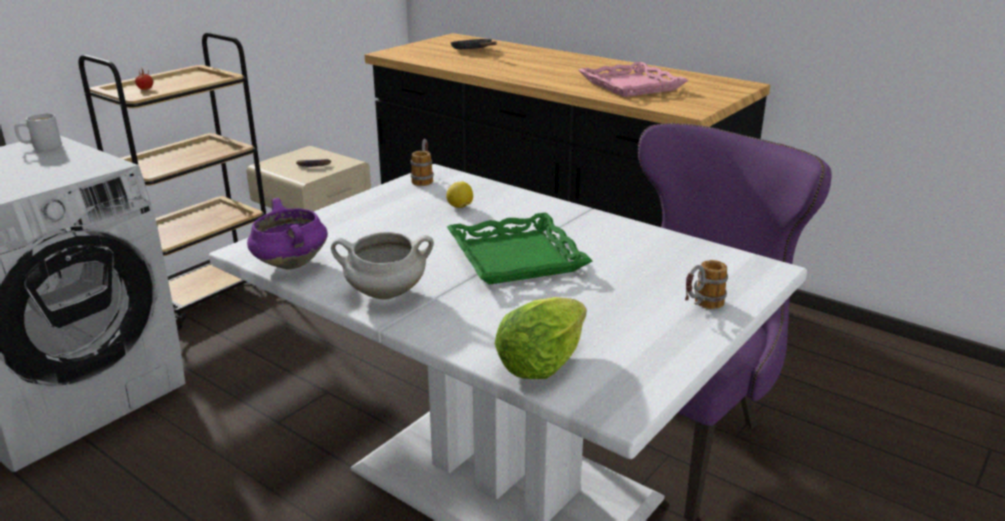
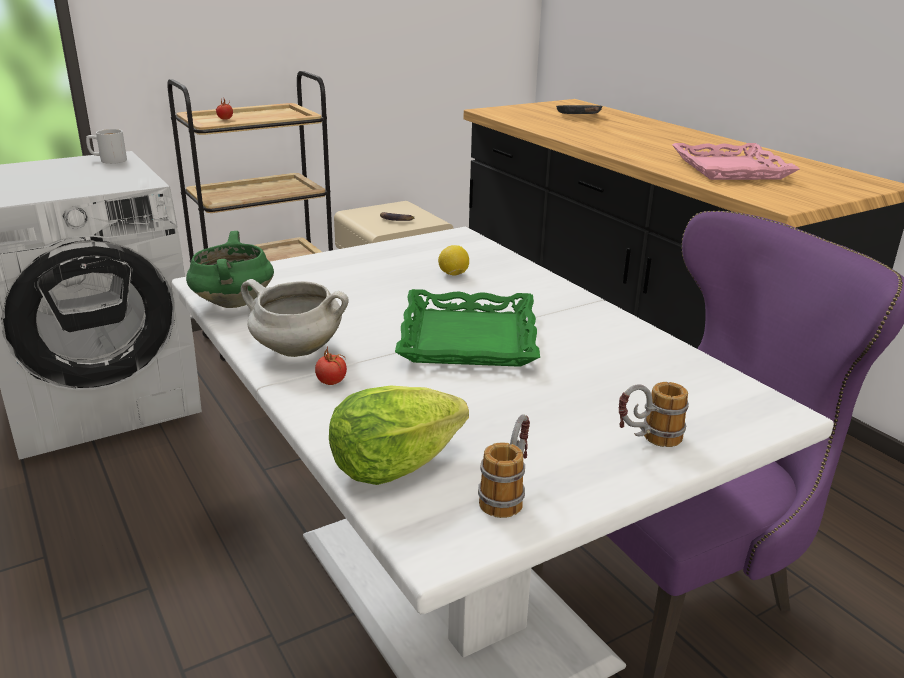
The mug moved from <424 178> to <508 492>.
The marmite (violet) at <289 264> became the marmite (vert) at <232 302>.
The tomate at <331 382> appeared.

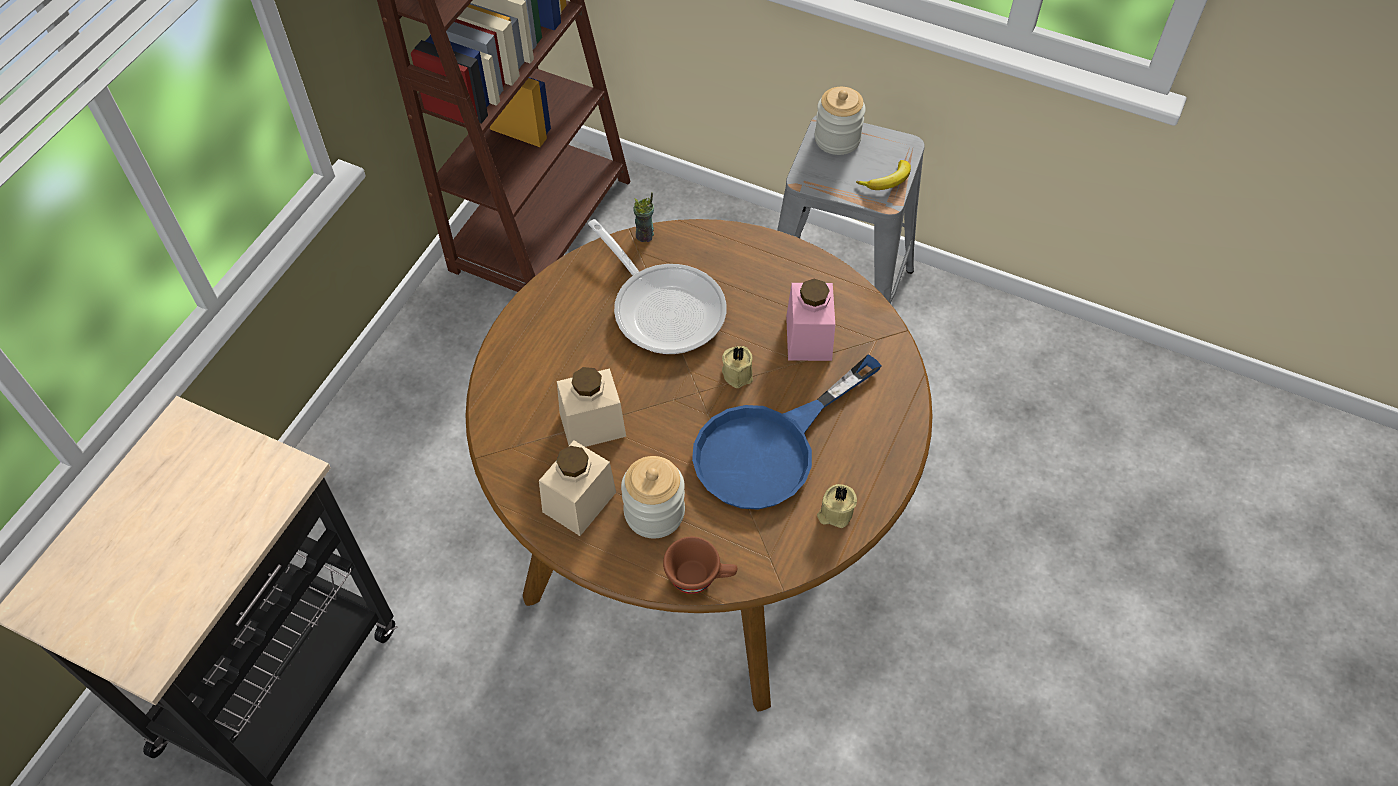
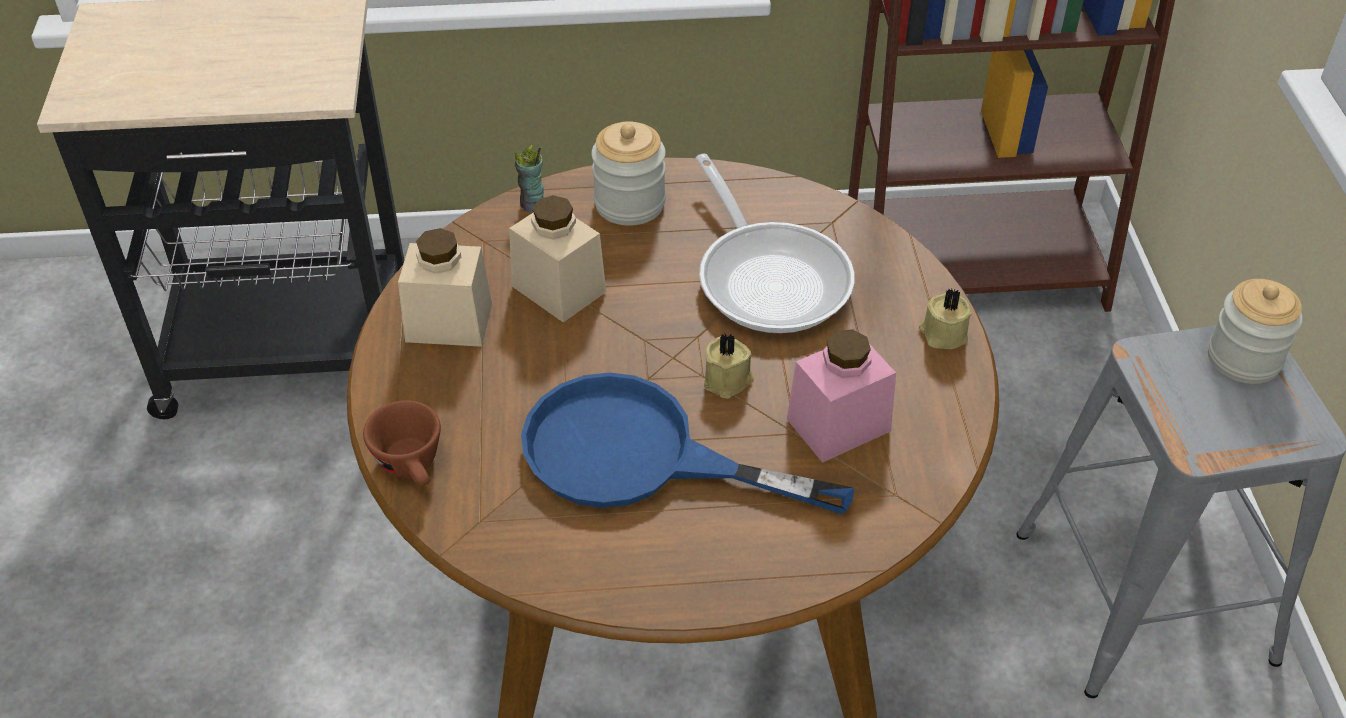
The banane at <887 181> disappeared.
The tasse moved from <645 235> to <532 205>.
The poêle at <664 307> turned 45 degrees counterclockwise.
The bocal moved from <654 512> to <629 203>.
The bougie (beige) moved from <835 513> to <942 334>.

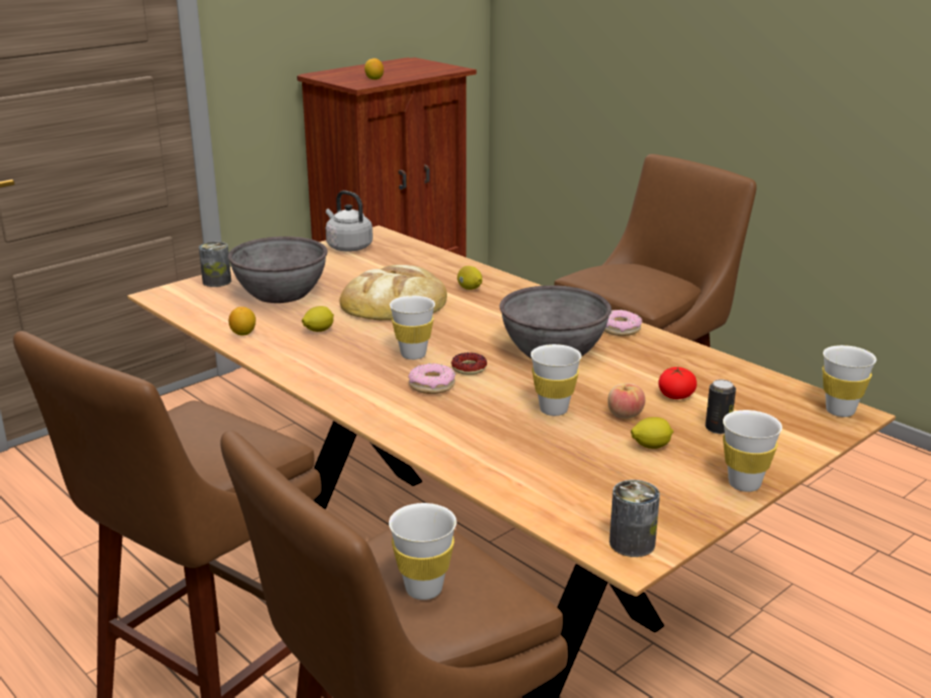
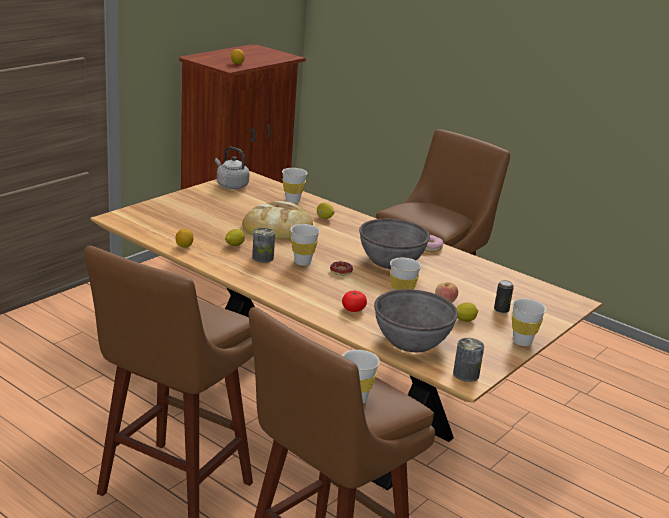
The bol (gris) moved from <280 293> to <411 341>.
The boîte métallique moved from <217 281> to <263 258>.
The tasse (blanc) moved from <840 411> to <292 201>.
The beignet at <432 385> disappeared.
The tomate moved from <676 395> to <353 309>.

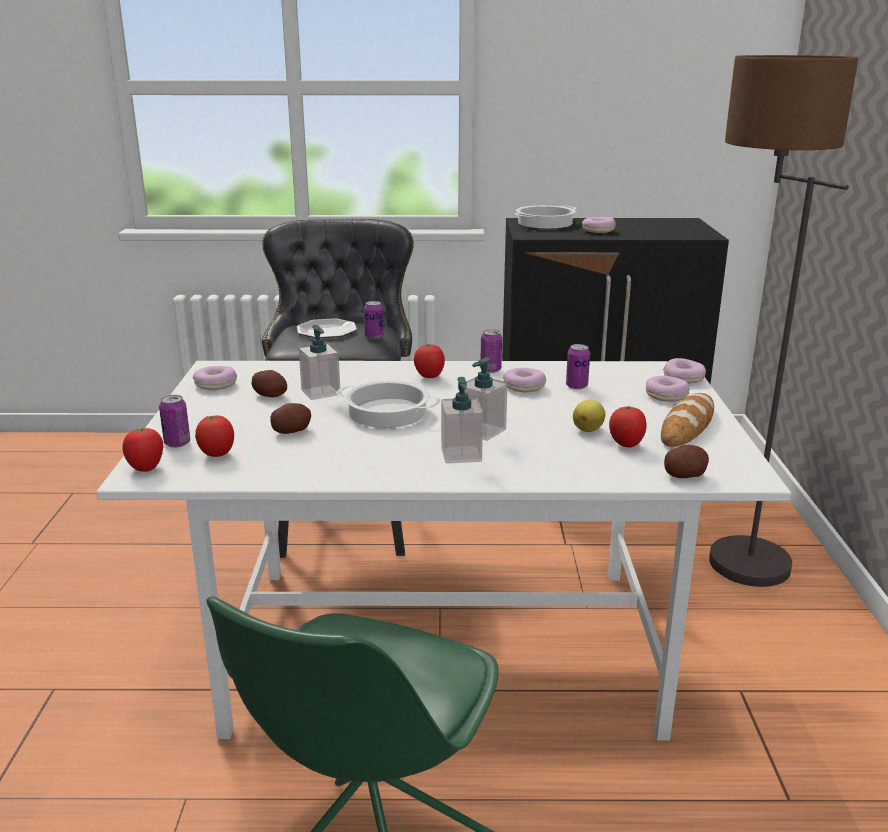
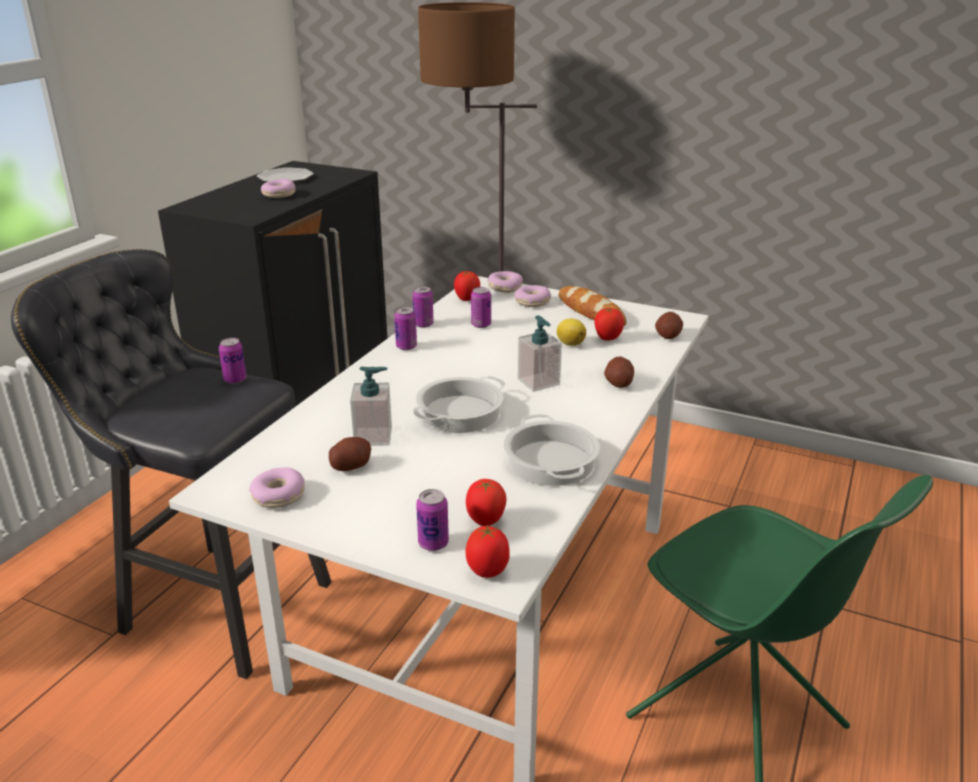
The marmite moved from <545 223> to <552 462>.
The assiette moved from <326 331> to <285 178>.
The tomate moved from <429 377> to <466 299>.
The beignet at <524 387> disappeared.
The distributeur de savon at <461 455> disappeared.
The pomme de terre moved from <291 431> to <618 383>.
The boîte métallique at <423 324> appeared.

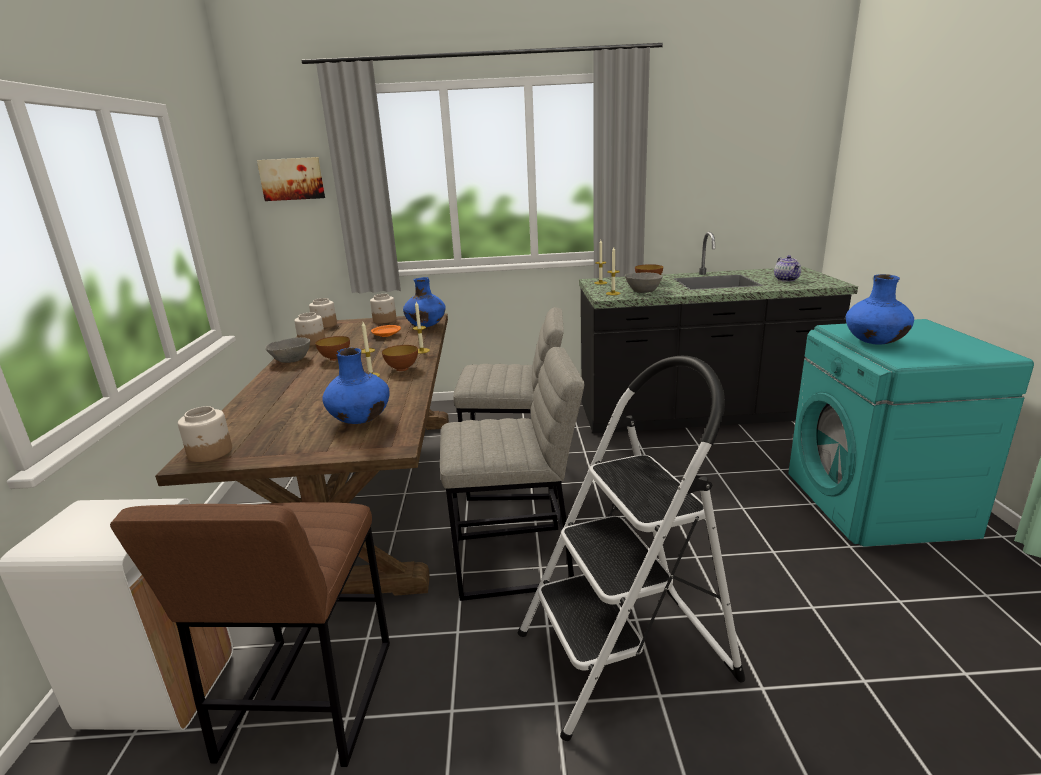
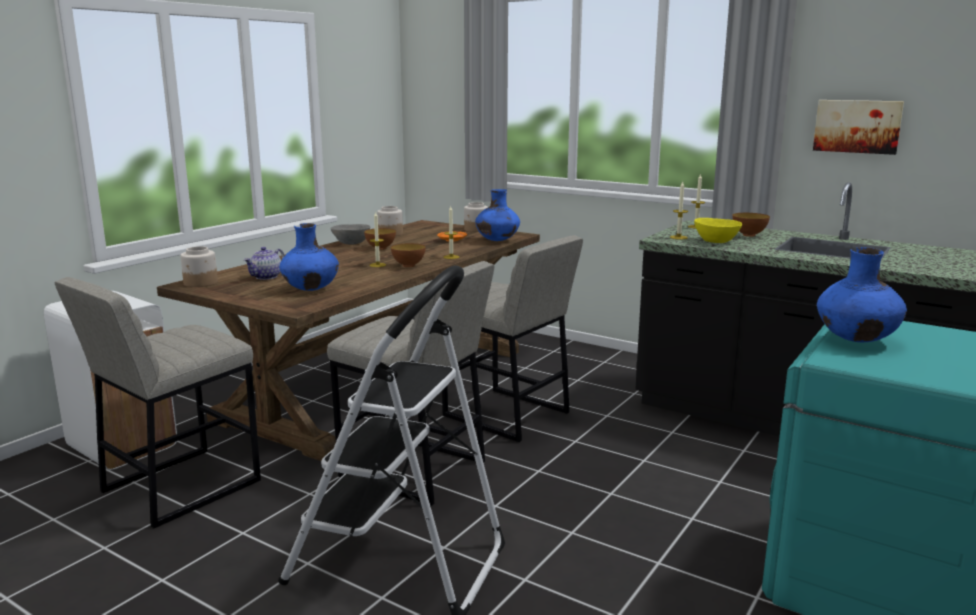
The tableau moved from <292 179> to <857 126>.
The théière moved from <786 279> to <266 277>.
The bol (gris) at <643 291> became the bol (jaune) at <716 241>.
The bocal at <324 325> disappeared.
The chaise (marron) at <307 702> became the chaise (gris) at <178 487>.

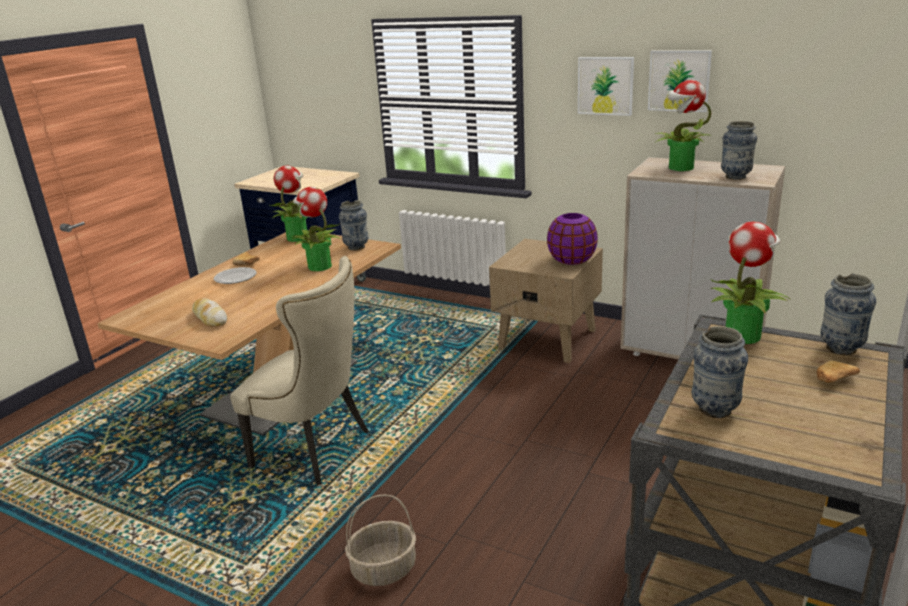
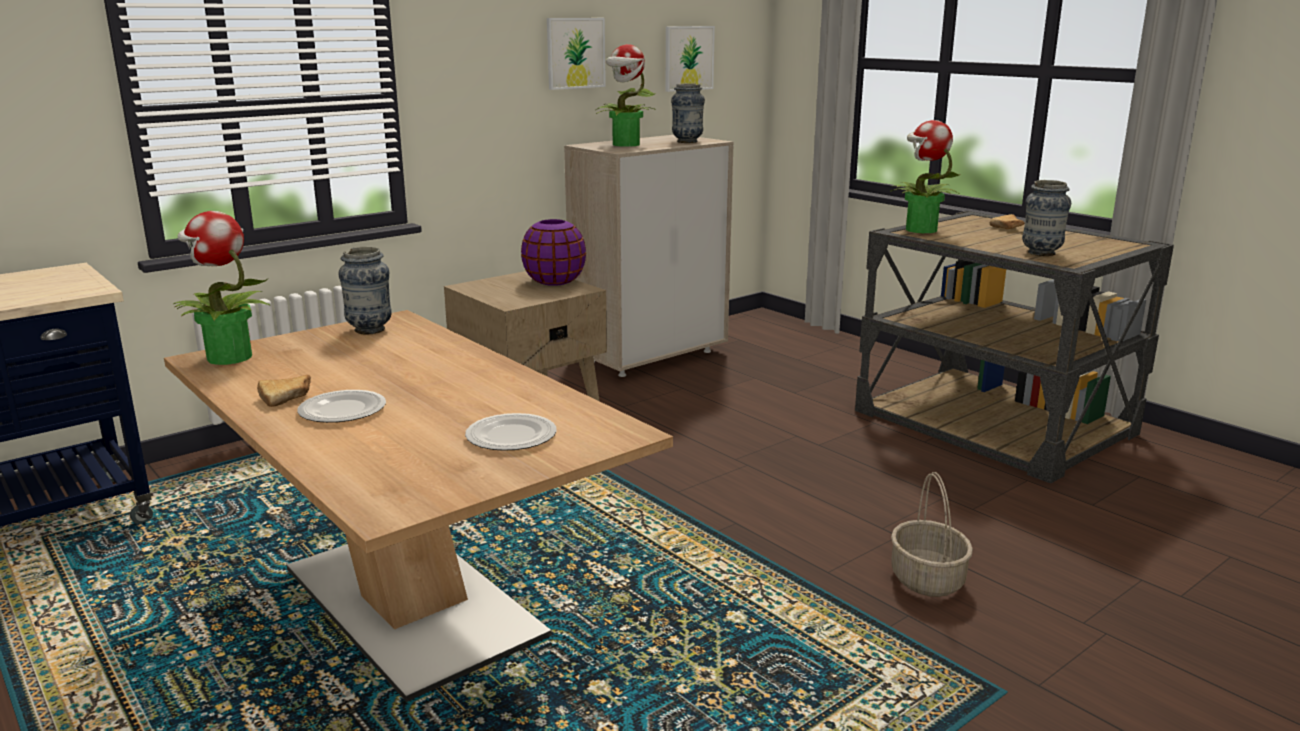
The tableau moved from <605 86> to <688 58>.
The plante en pot at <319 266> disappeared.
The chaise (beige) at <314 450> disappeared.
The vase at <841 348> disappeared.
The pain at <210 318> was replaced by the assiette at <510 436>.

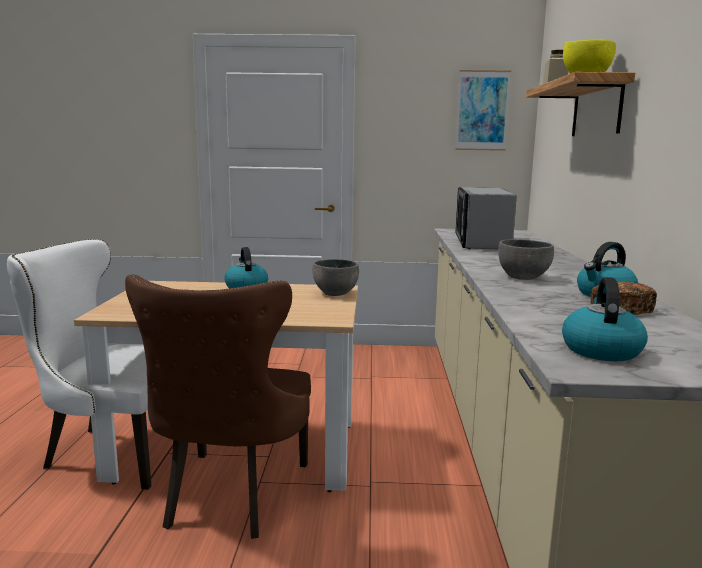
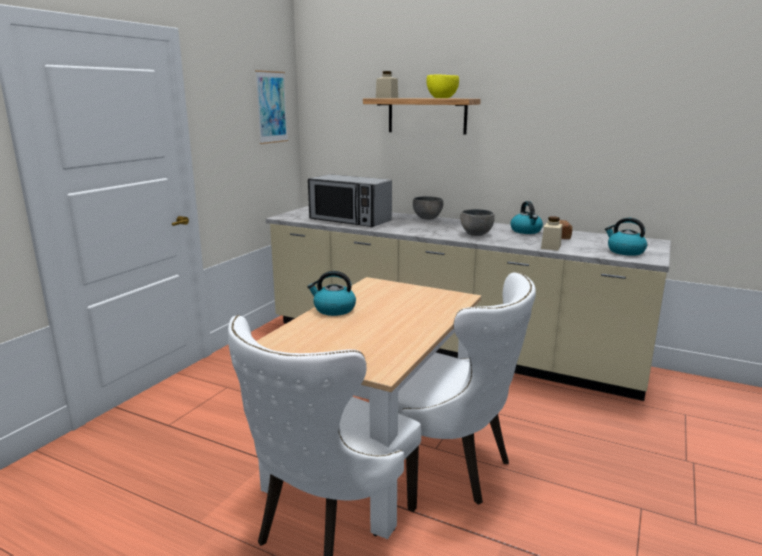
The bol (gris) moved from <335 293> to <428 218>.
The chaise (marron) at <231 495> became the chaise (blanc) at <449 464>.
The bocal (beige) at <551 247> appeared.

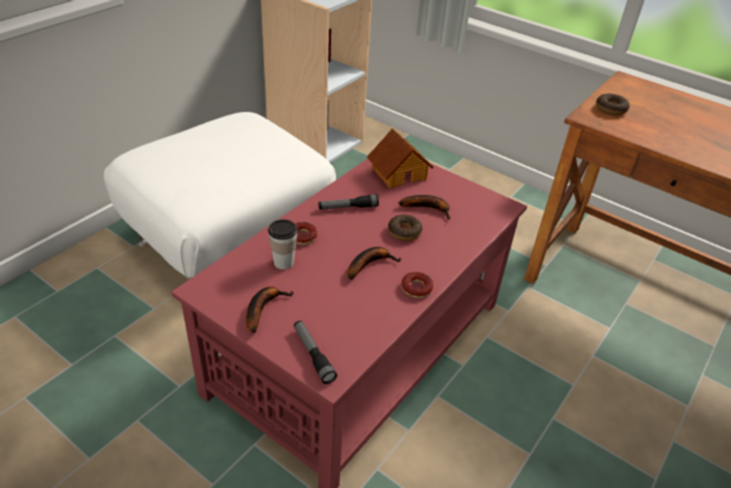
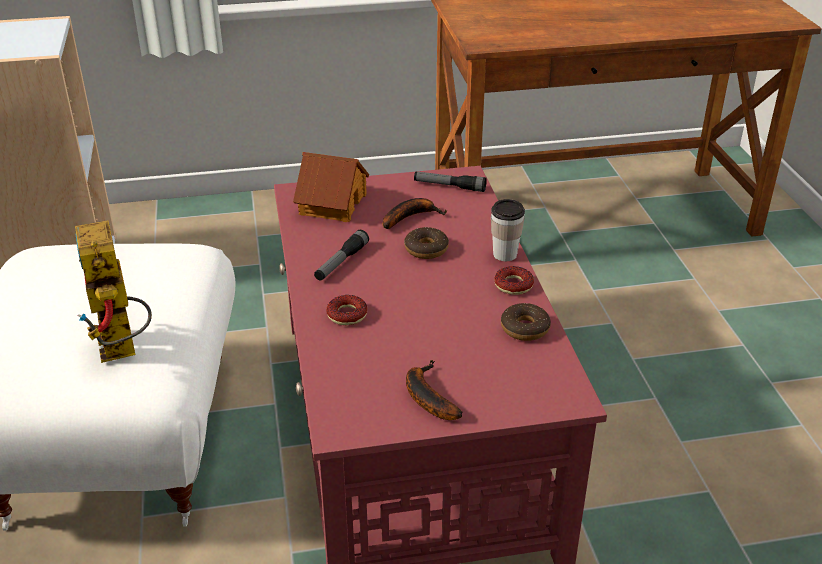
The beignet moved from <610 109> to <525 328>.
The tasse moved from <283 262> to <505 254>.
The banane at <369 264> disappeared.
The lampe de poche moved from <313 355> to <449 186>.
The robot jouet at <123 351> appeared.

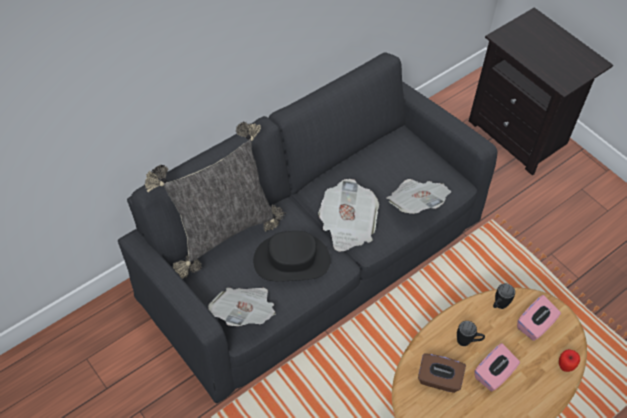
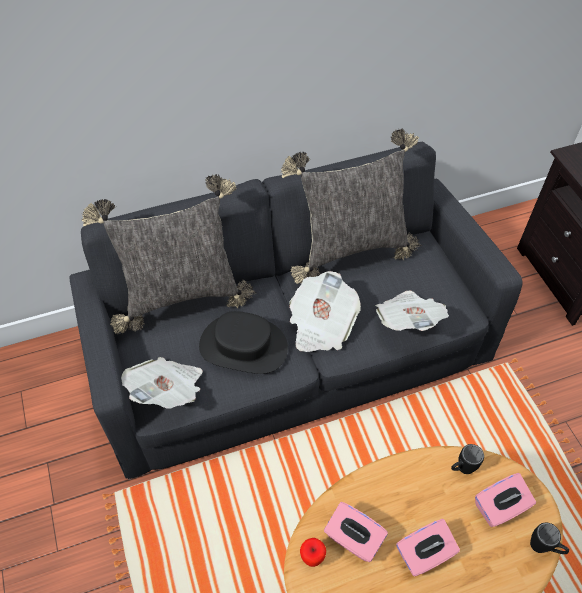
The mug (noir) moved from <467 342> to <543 548>.
The pomme moved from <565 366> to <312 557>.
The boîte à mouchoirs (marron) at <439 380> became the boîte à mouchoirs (rose) at <353 539>.
The coussin at <349 253> appeared.

